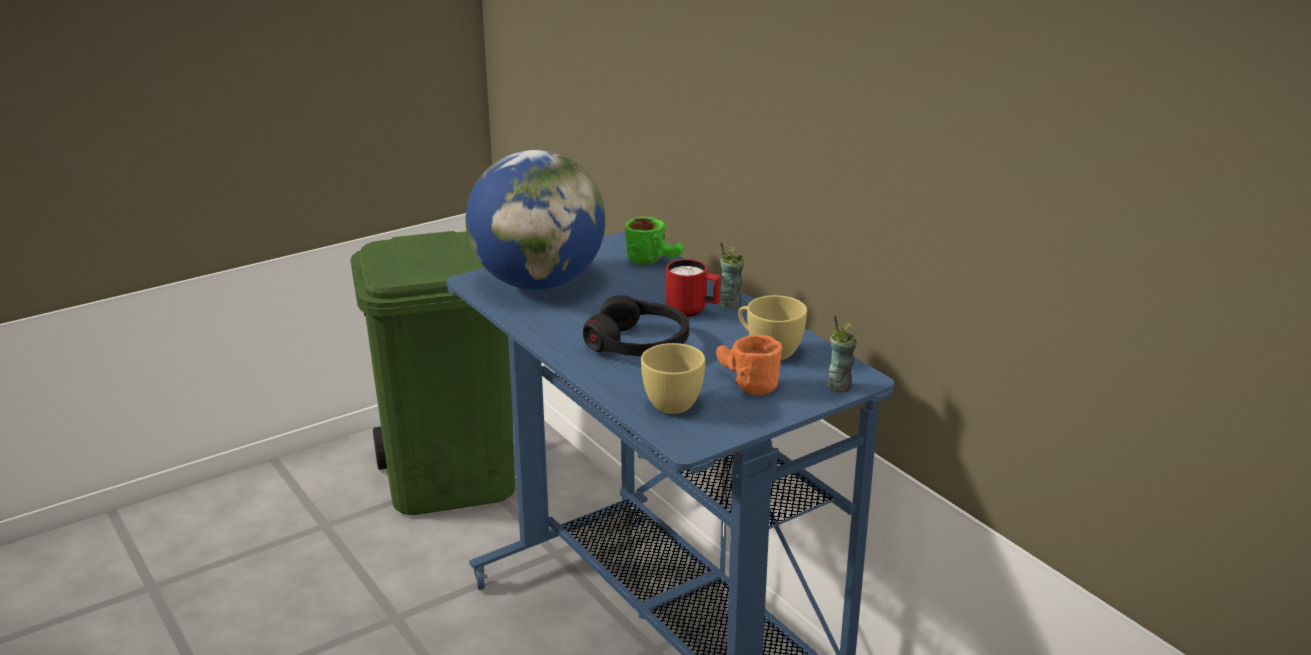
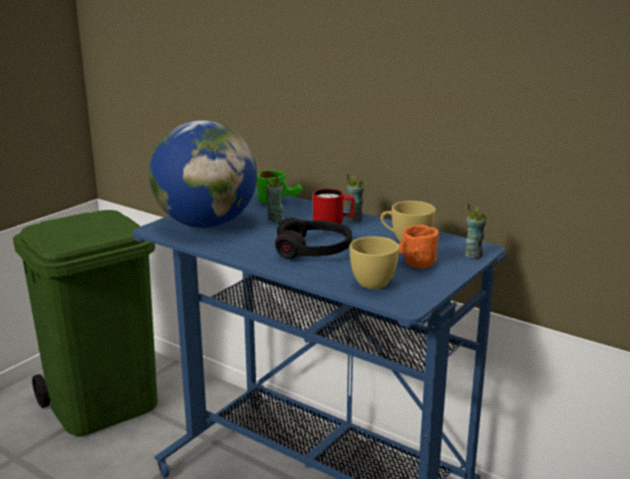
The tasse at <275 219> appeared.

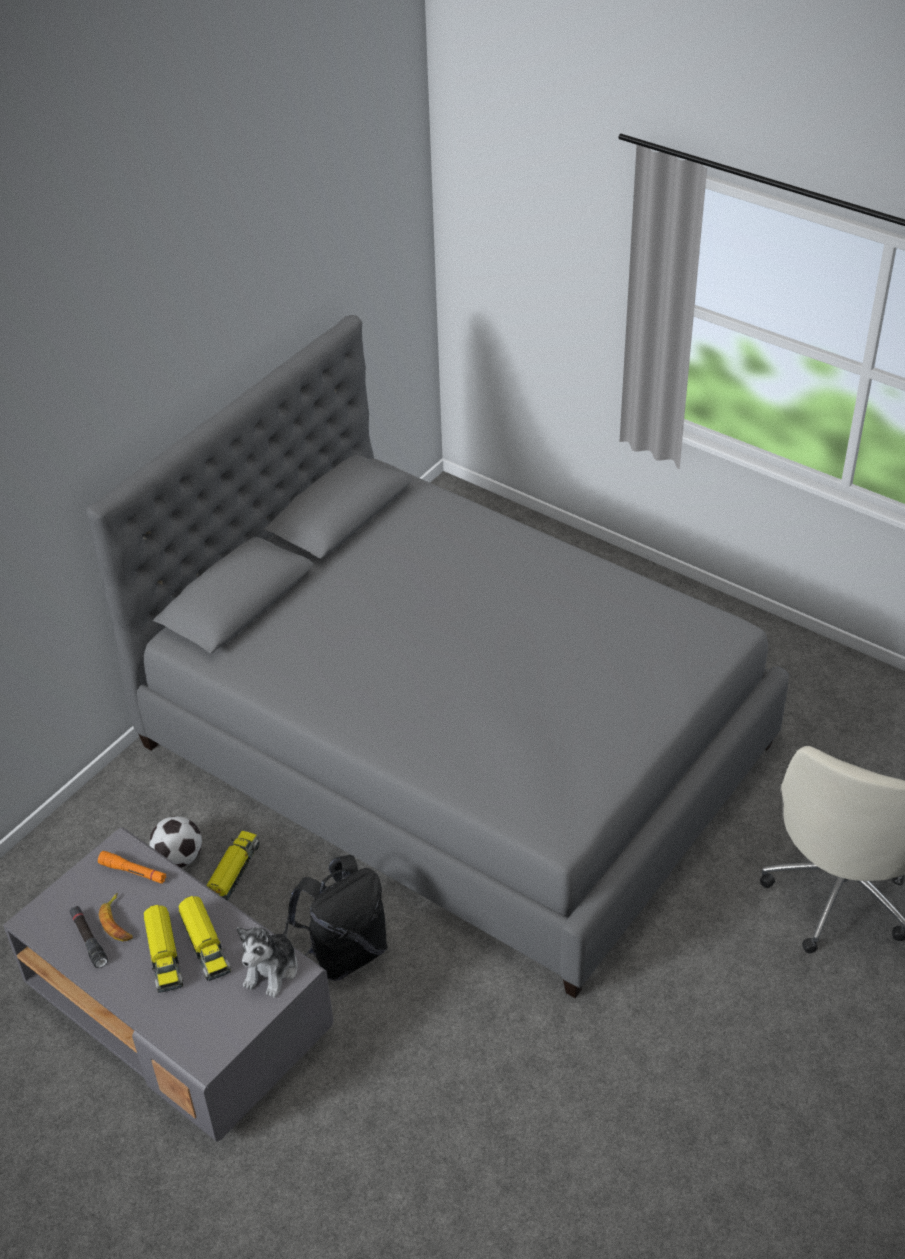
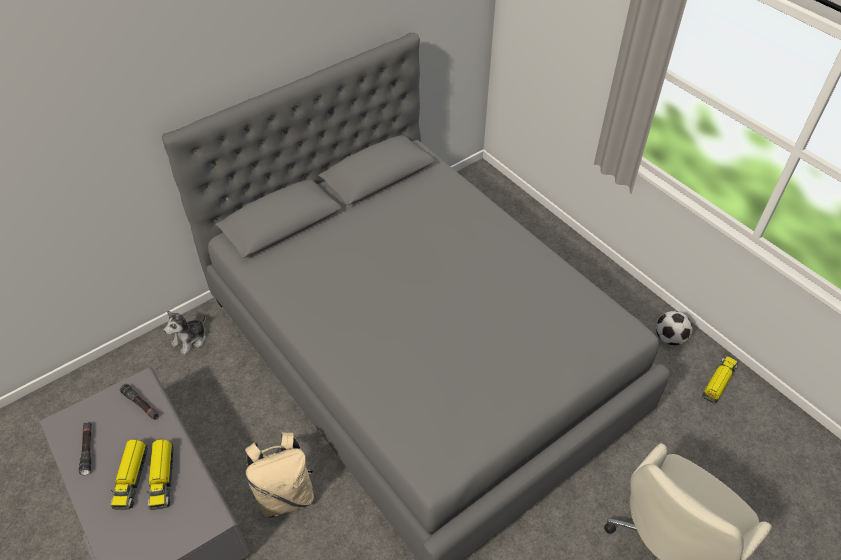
The ballon de foot moved from <179 858> to <669 338>.
The camion jouet moved from <233 872> to <718 382>.
The lampe de poche (orange) at <133 872> became the lampe de poche (noir) at <141 404>.
The sac à dos (noir) at <345 951> became the sac à dos (beige) at <285 494>.
The banane at <118 922> disappeared.
The peluche moved from <272 970> to <190 339>.

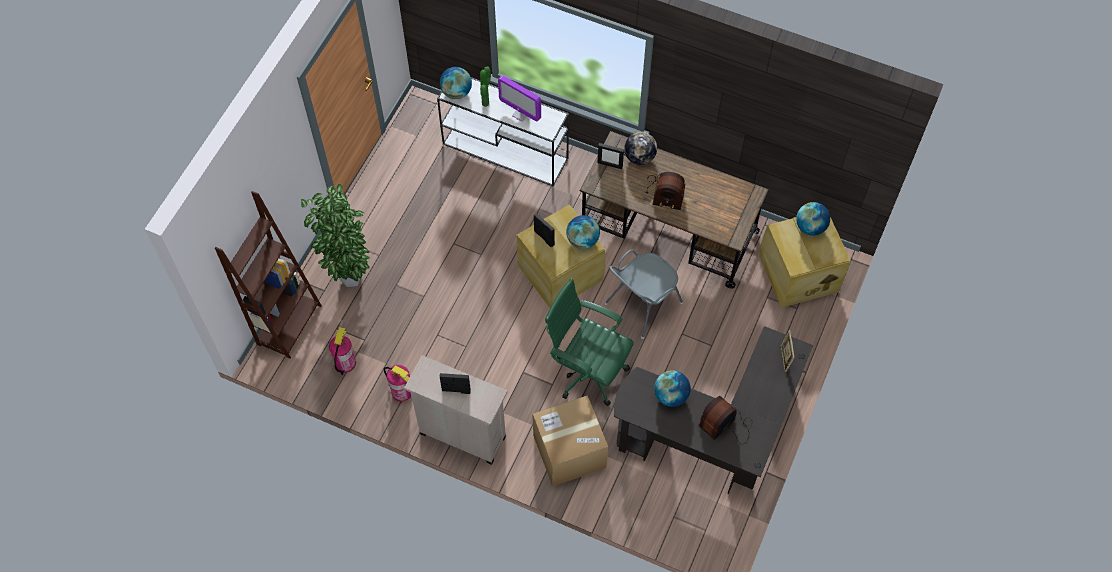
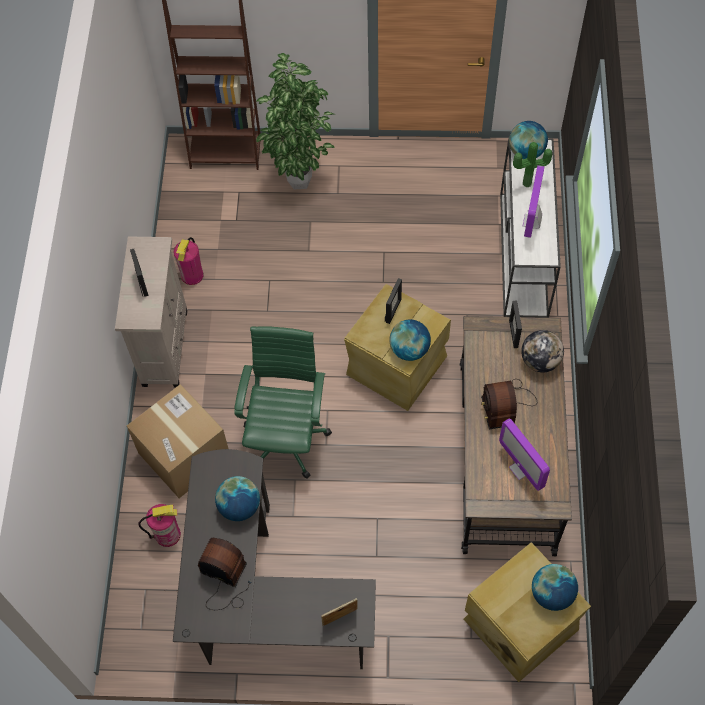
The chaise (gris) at <641 305> disappeared.
The extincteur moved from <345 363> to <168 534>.
The écran d'ordinateur at <521 469> appeared.

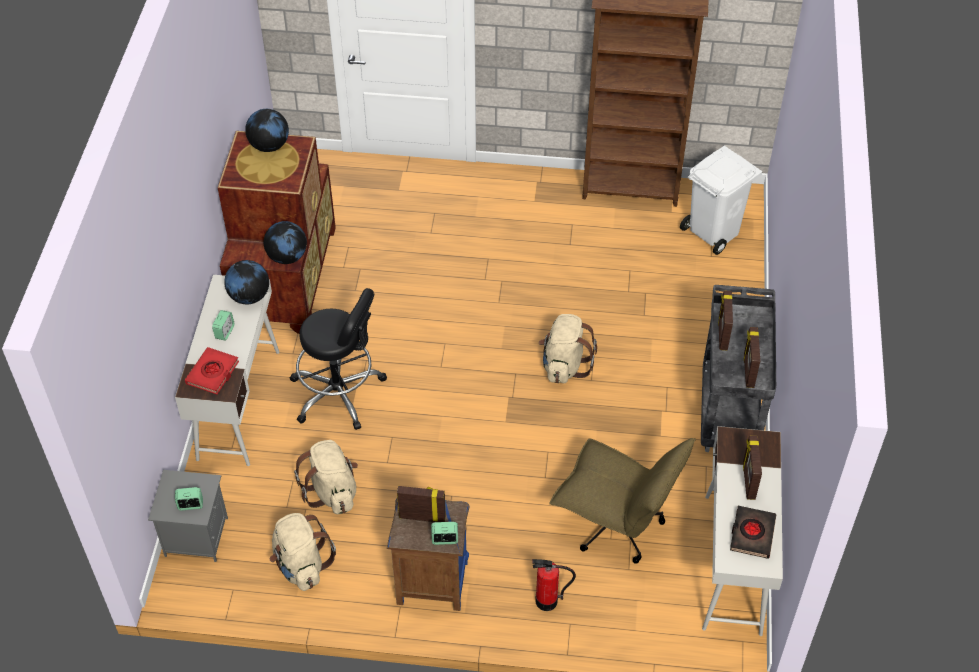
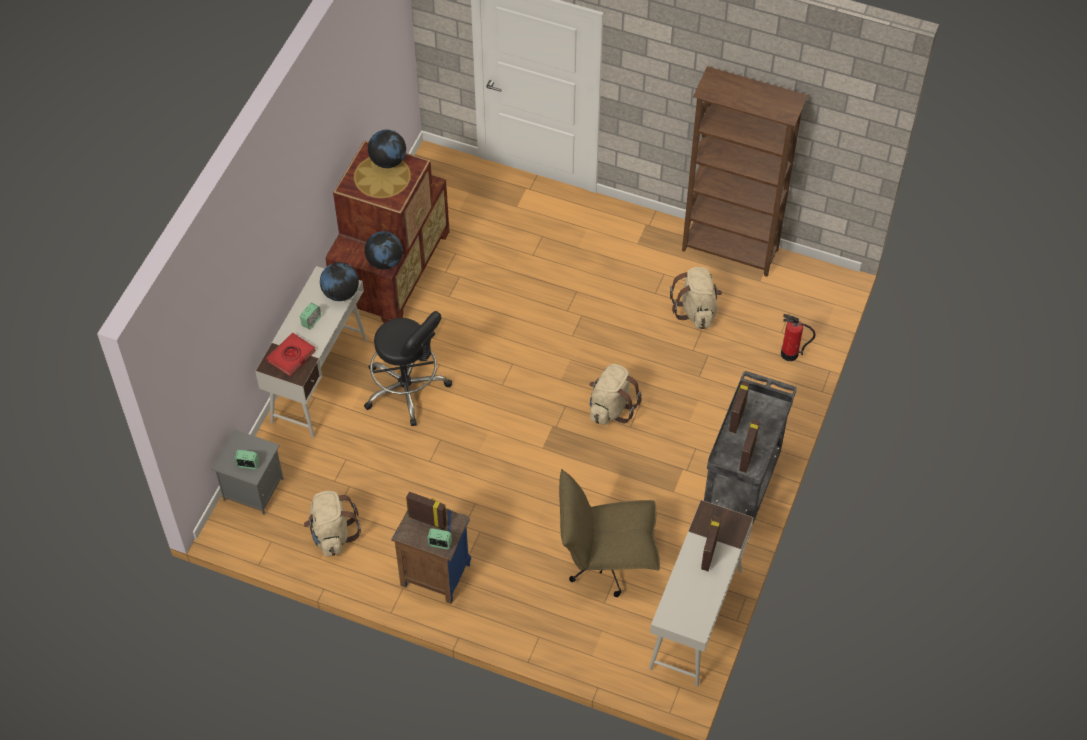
The poubelle (blanc) at <714 232> disappeared.
The chaise de bureau (beige) at <615 524> turned 135 degrees clockwise.
The sac à dos (beige) moved from <332 491> to <696 310>.
The livre (noir) at <752 534> disappeared.
The extincteur moved from <546 601> to <789 354>.

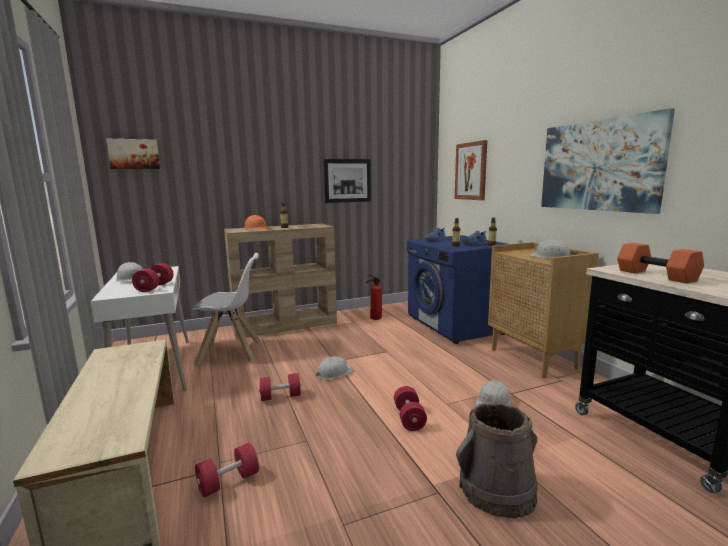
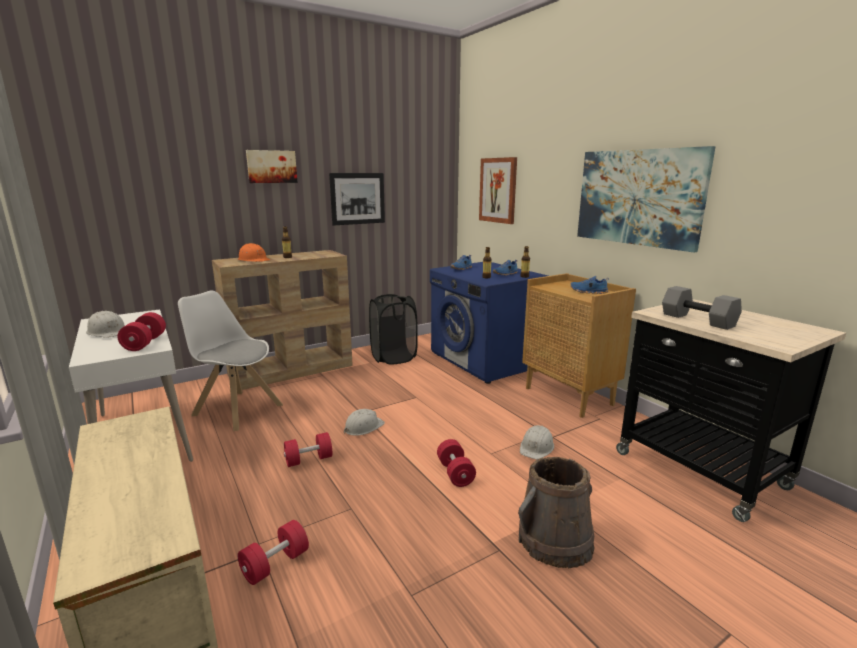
The tableau moved from <134 154> to <271 166>.
The casque de chantier (blanc) at <550 256> was replaced by the chaussure (bleu) at <588 292>.
The haltère (orange) at <654 275> became the haltère (gris) at <696 320>.
The chaise at <232 352> turned 135 degrees counterclockwise.
The extincteur at <374 318> was replaced by the panier à linge (noir) at <393 357>.

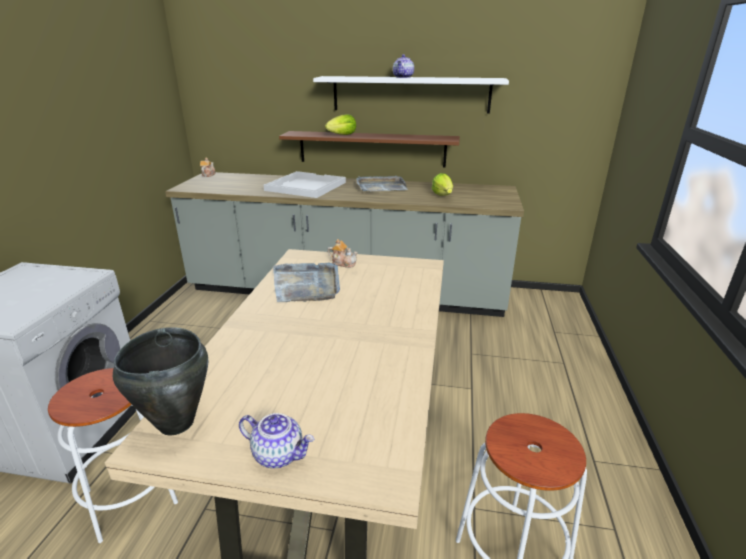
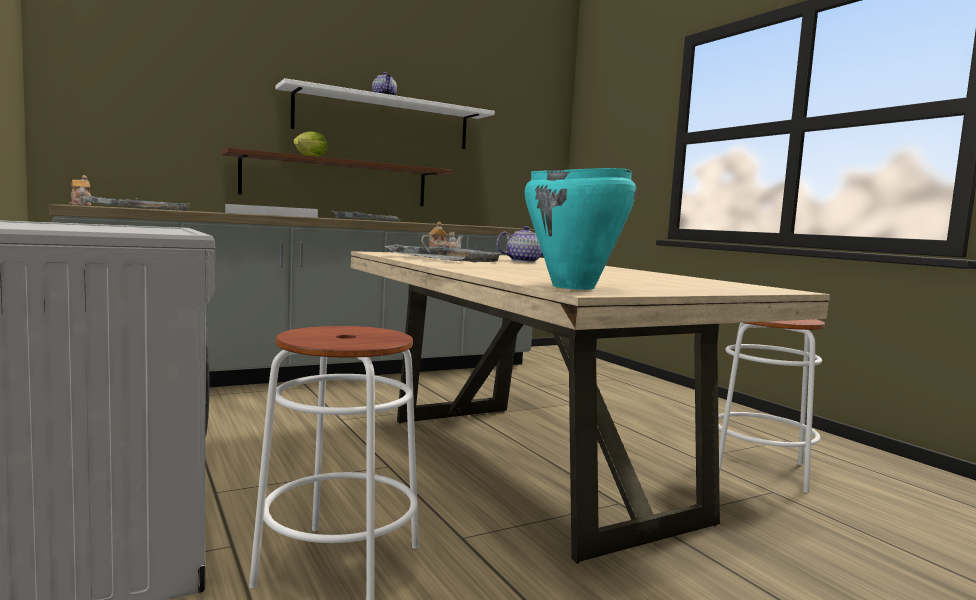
The laitue at <442 195> disappeared.
The marmite (noir) at <175 424> became the marmite (turquoise) at <573 287>.
The théière moved from <279 454> to <523 261>.
The plateau (gris) at <139 208> appeared.

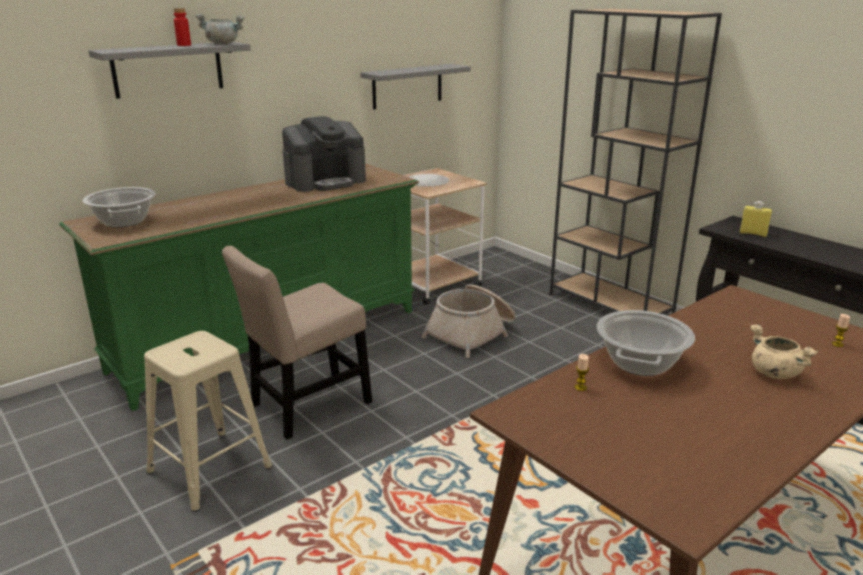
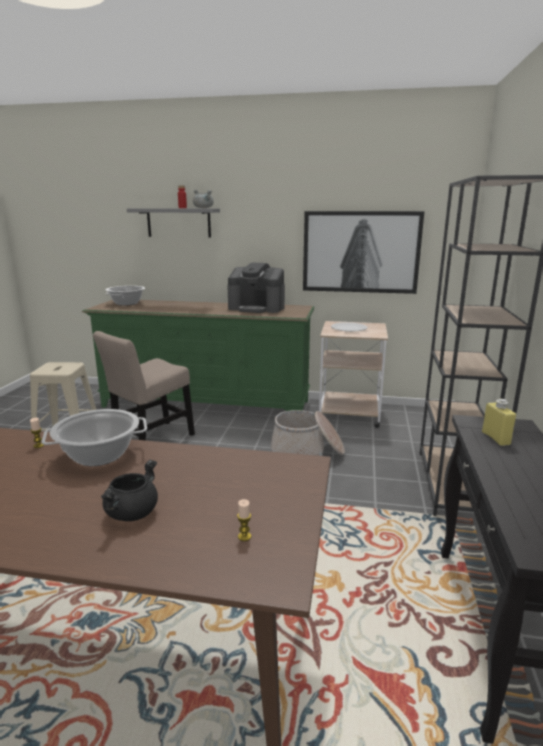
The étagère (gris) at <407 86> was replaced by the tableau at <360 252>.
The chaise (beige) at <306 406> turned 60 degrees counterclockwise.
The marmite (beige) at <773 373> became the marmite (noir) at <132 512>.

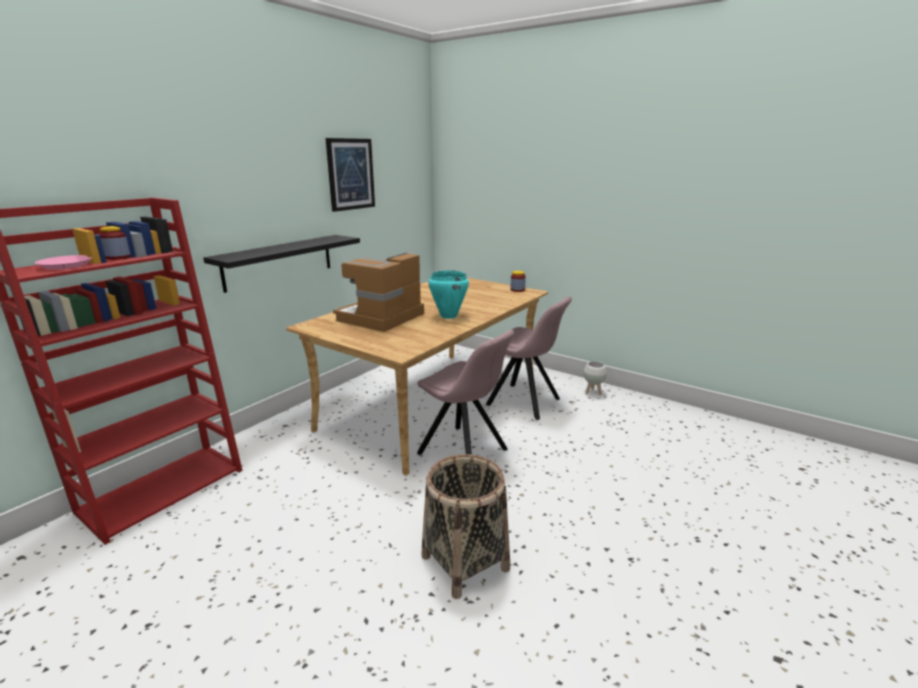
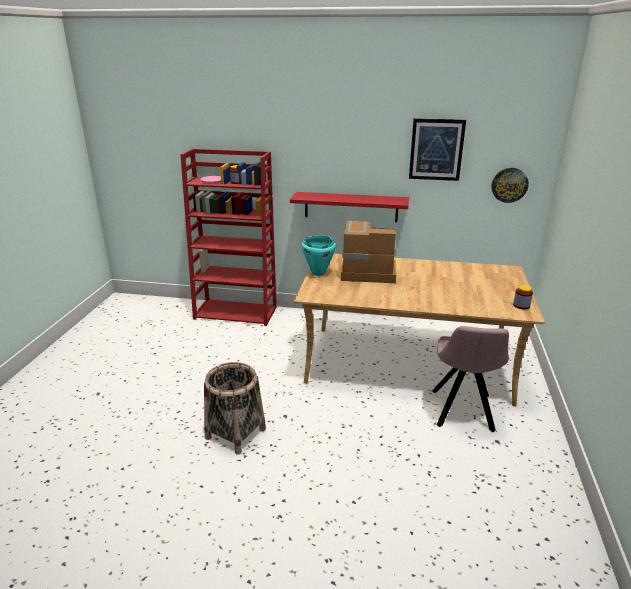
The étagère (noir) at <279 262> became the étagère (rouge) at <351 207>.
The marmite (turquoise) moved from <448 316> to <318 273>.
The chaise (rose) at <463 451> disappeared.
The cache-pot (blanc) at <593 392> disappeared.
The horloge murale at <509 185> appeared.

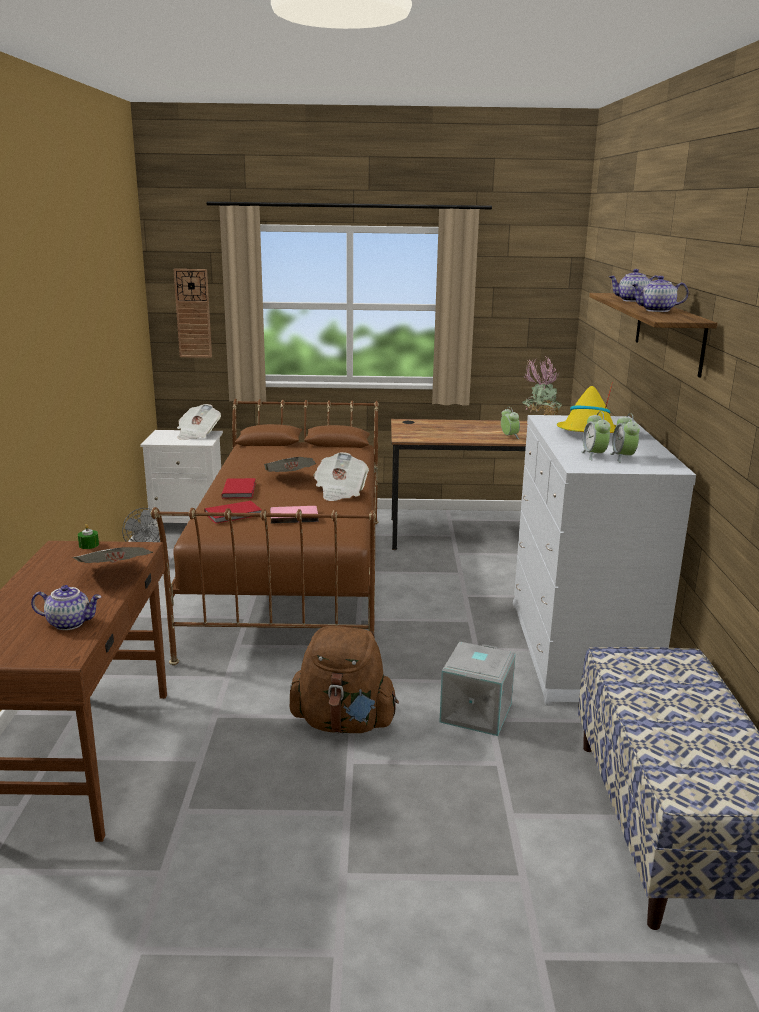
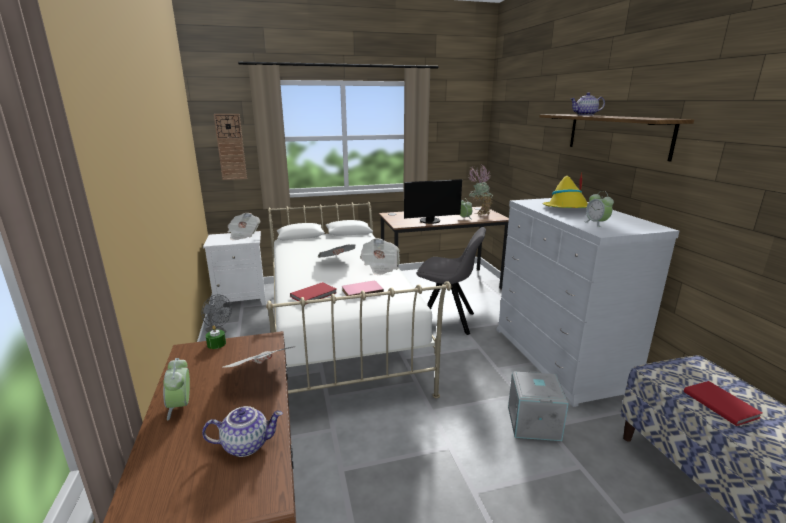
The théière at <657 310> disappeared.
The lit (marron) at <291 581> became the lit (blanc) at <339 335>.
The réveil moved from <623 457> to <181 406>.
The livre (rouge) moved from <240 490> to <720 404>.
The sac à dos (marron) at <343 723> disappeared.
The écran d'ordinateur at <431 221> appeared.
The chaise (gris) at <447 321> appeared.

